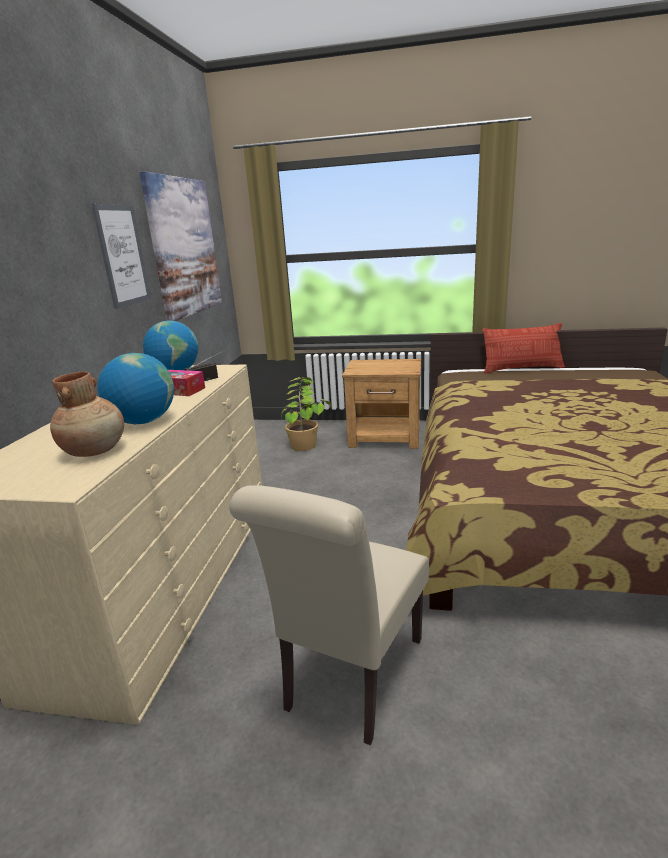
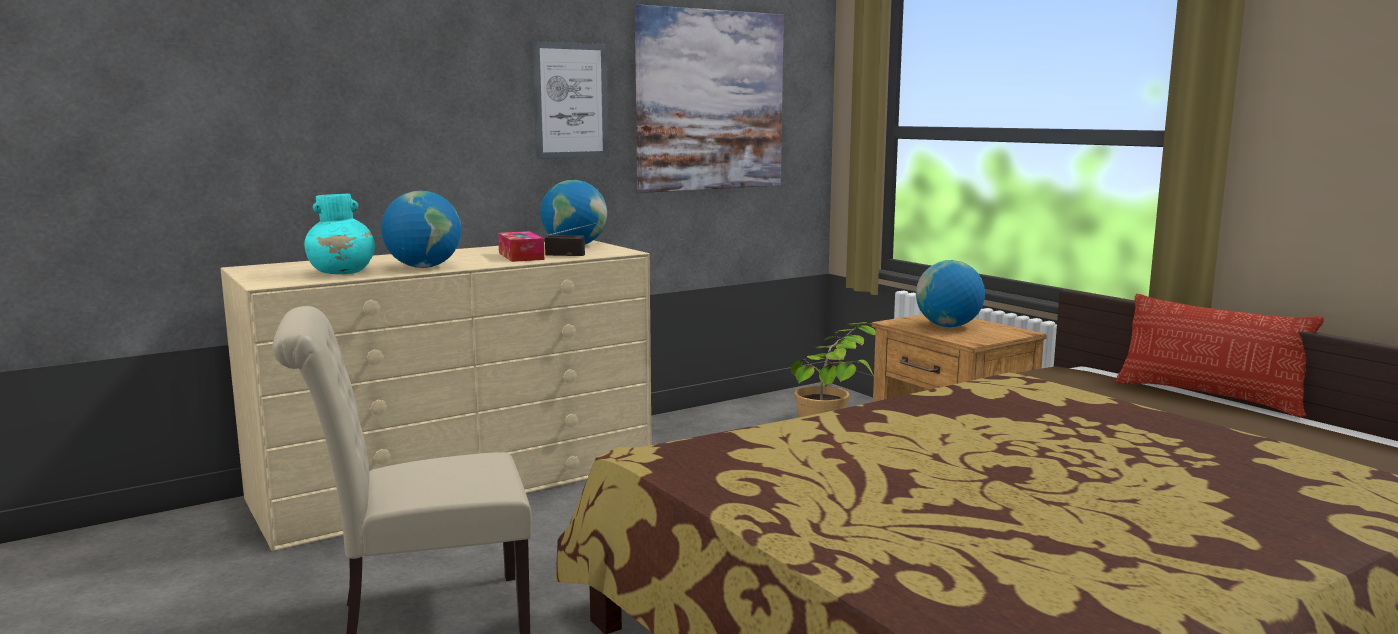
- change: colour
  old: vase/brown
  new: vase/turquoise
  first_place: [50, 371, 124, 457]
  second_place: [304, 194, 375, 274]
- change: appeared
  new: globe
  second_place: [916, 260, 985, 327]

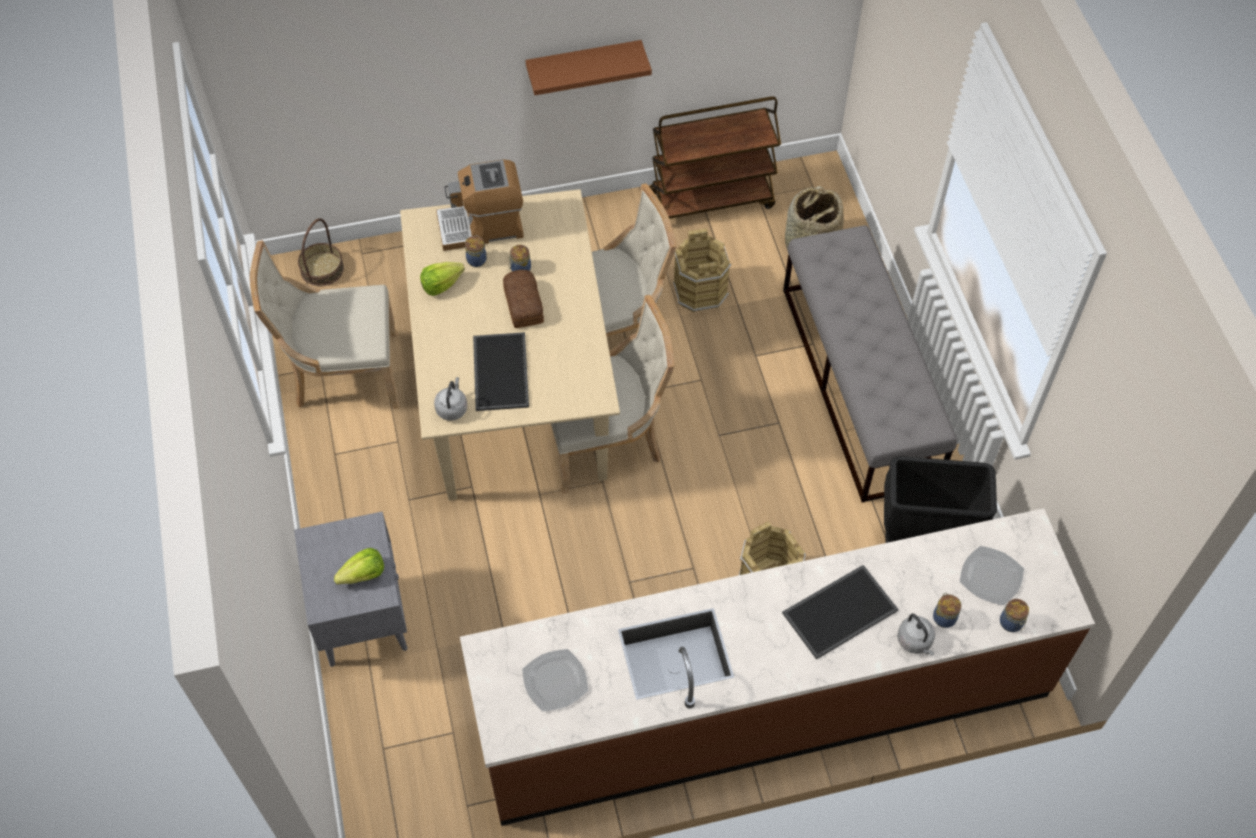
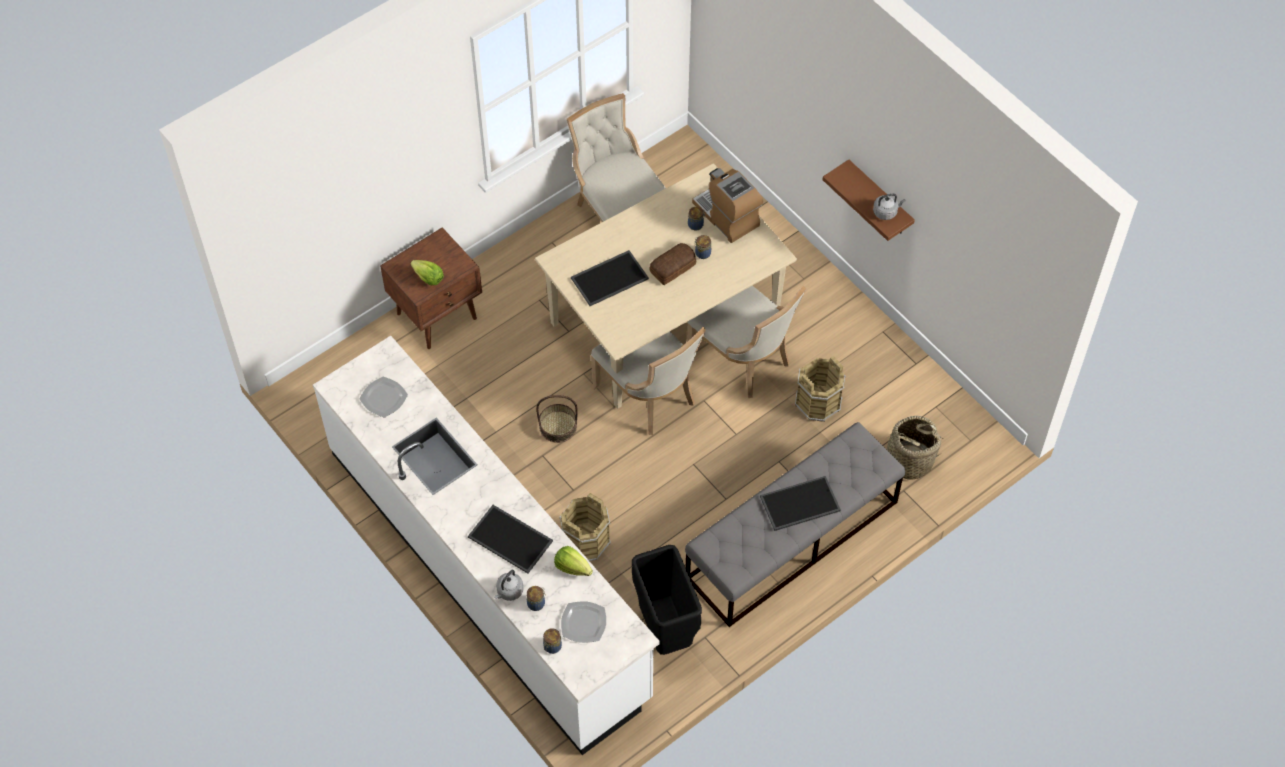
- change: missing
  old: cart/brown
  first_place: [650, 96, 781, 219]
- change: relocated
  old: basket
  first_place: [298, 218, 344, 286]
  second_place: [536, 395, 578, 443]
- change: relocated
  old: lettuce
  first_place: [420, 262, 465, 296]
  second_place: [554, 546, 593, 576]
- change: relocated
  old: kettle/grey
  first_place: [434, 377, 467, 421]
  second_place: [873, 193, 906, 220]
- change: colour
  old: counter/brown
  new: counter/white
  first_place: [460, 508, 1095, 826]
  second_place: [313, 336, 660, 755]
- change: colour
  old: nightstand/grey
  new: nightstand/brown
  first_place: [294, 512, 408, 667]
  second_place: [380, 227, 482, 349]
- change: appeared
  new: tray
  second_place: [760, 476, 841, 531]

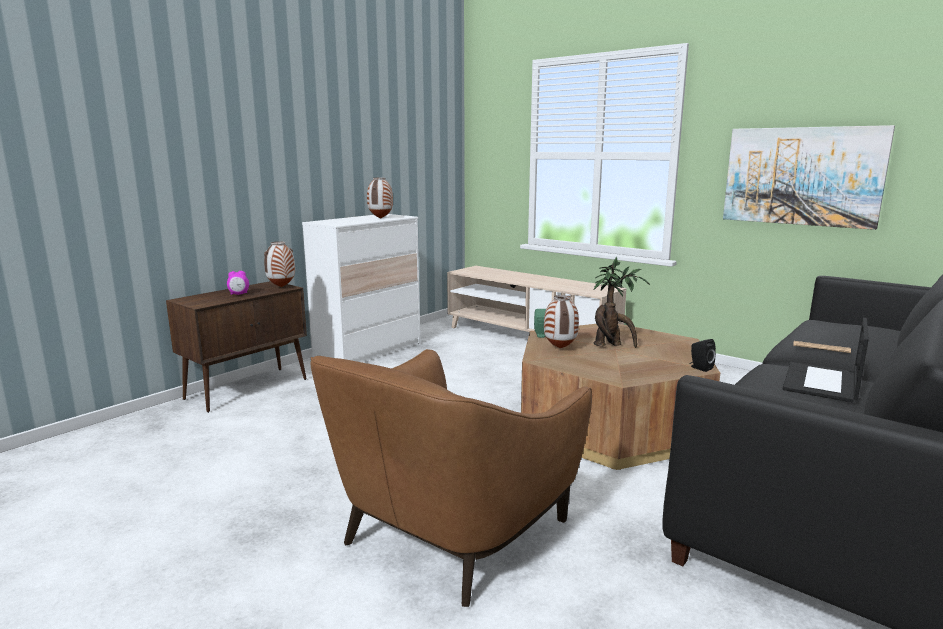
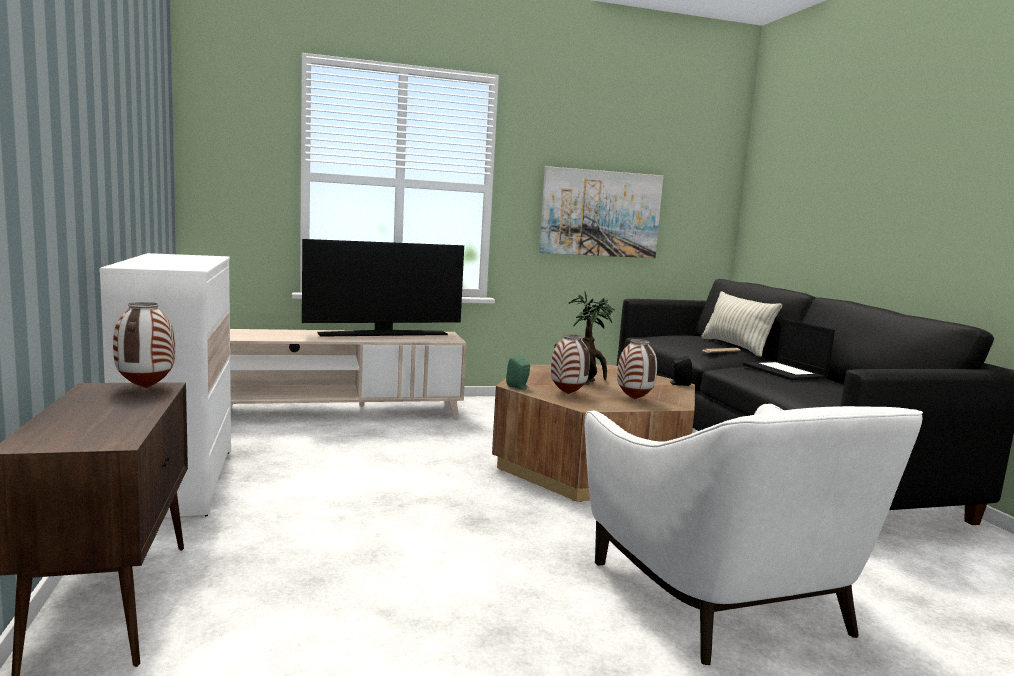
- change: relocated
  old: vase
  first_place: [367, 178, 393, 218]
  second_place: [617, 339, 657, 399]
- change: missing
  old: alarm clock
  first_place: [227, 271, 249, 295]
- change: colour
  old: armchair/brown
  new: armchair/white
  first_place: [311, 349, 592, 607]
  second_place: [584, 404, 923, 665]
- change: appeared
  new: television
  second_place: [302, 239, 464, 337]
- change: appeared
  new: pillow
  second_place: [702, 291, 782, 357]

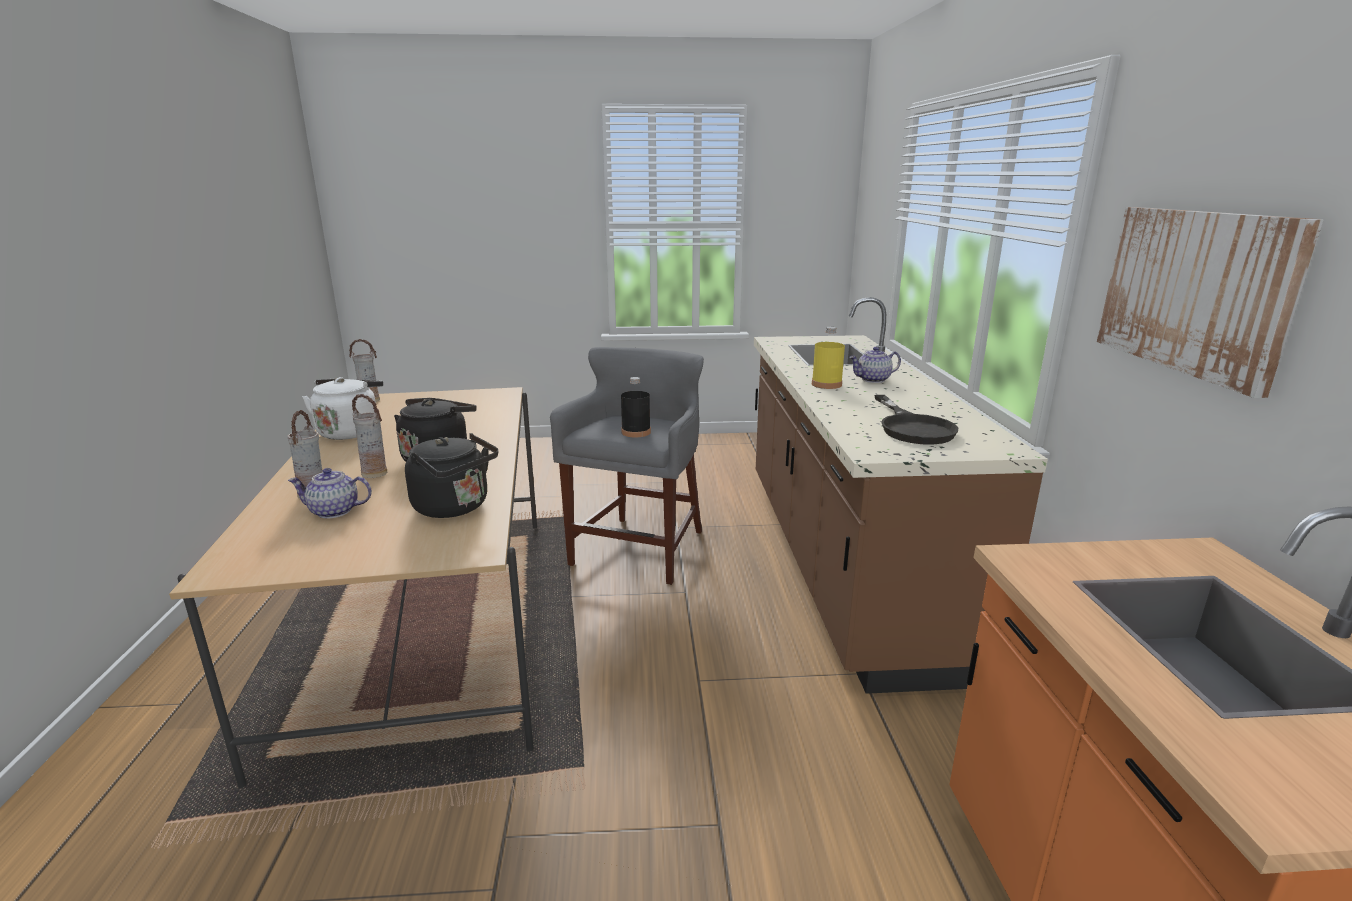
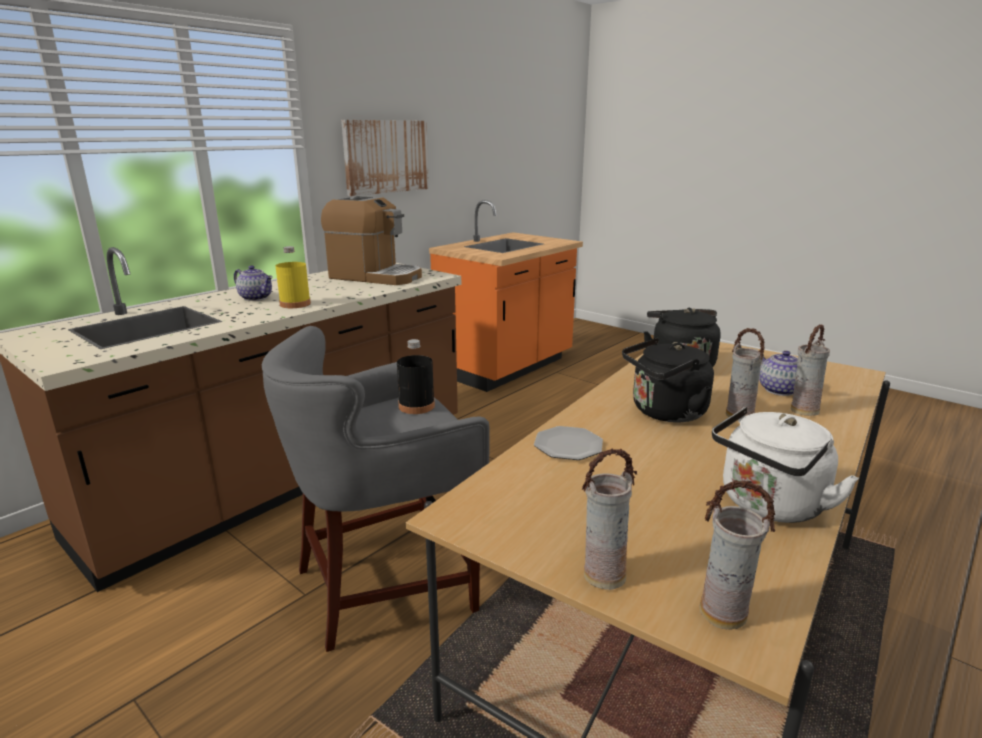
- change: exchanged
  old: frying pan/black
  new: coffee machine
  first_place: [874, 395, 958, 445]
  second_place: [321, 196, 422, 285]
- change: appeared
  new: plate
  second_place: [534, 426, 603, 460]
- change: appeared
  new: vase
  second_place: [582, 449, 637, 590]

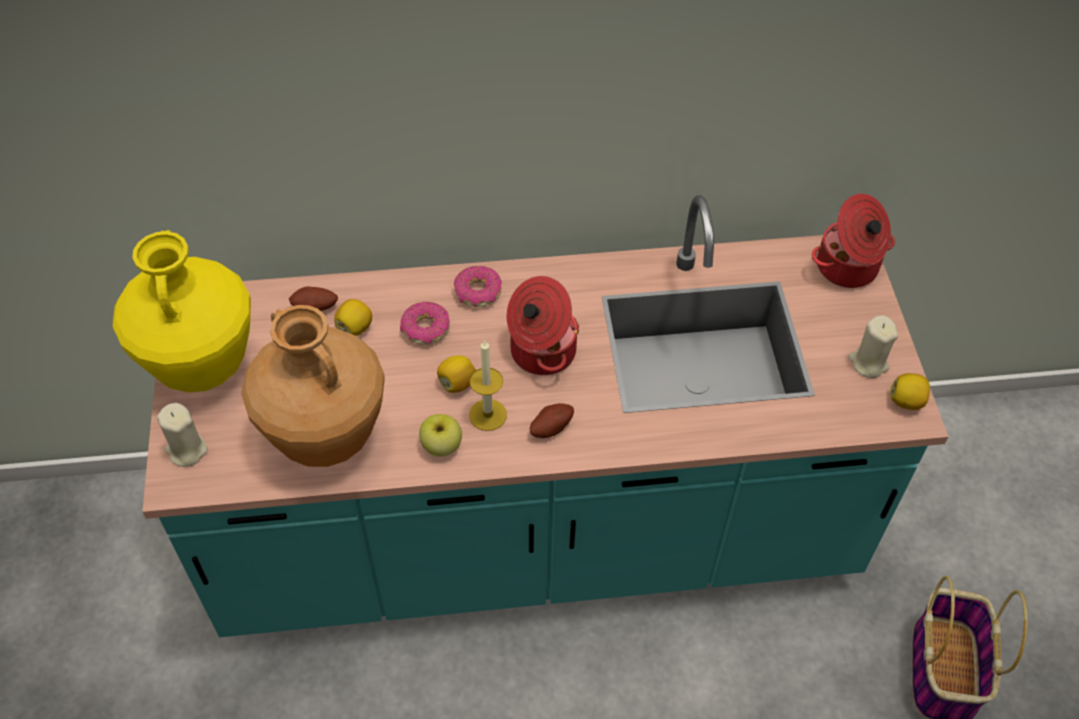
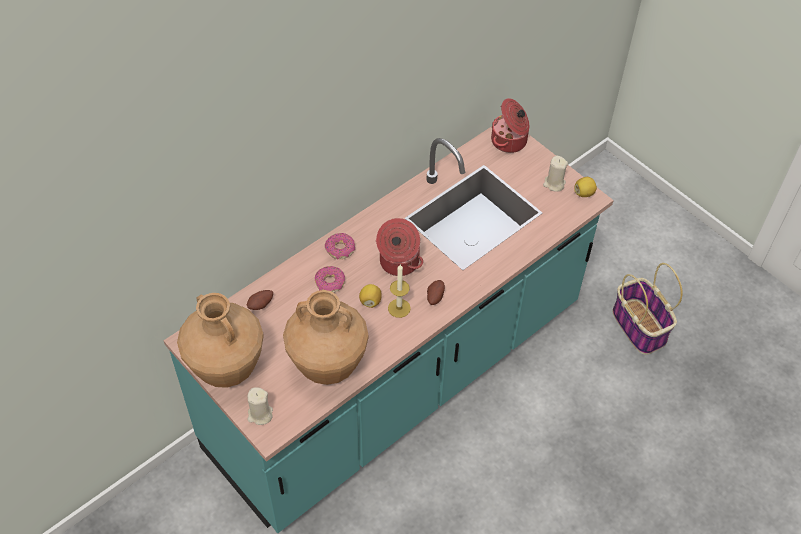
- change: colour
  old: vase/yellow
  new: vase/brown
  first_place: [113, 230, 251, 392]
  second_place: [177, 293, 264, 388]
- change: missing
  old: lemon
  first_place: [335, 299, 372, 336]
- change: missing
  old: apple
  first_place: [419, 414, 462, 457]

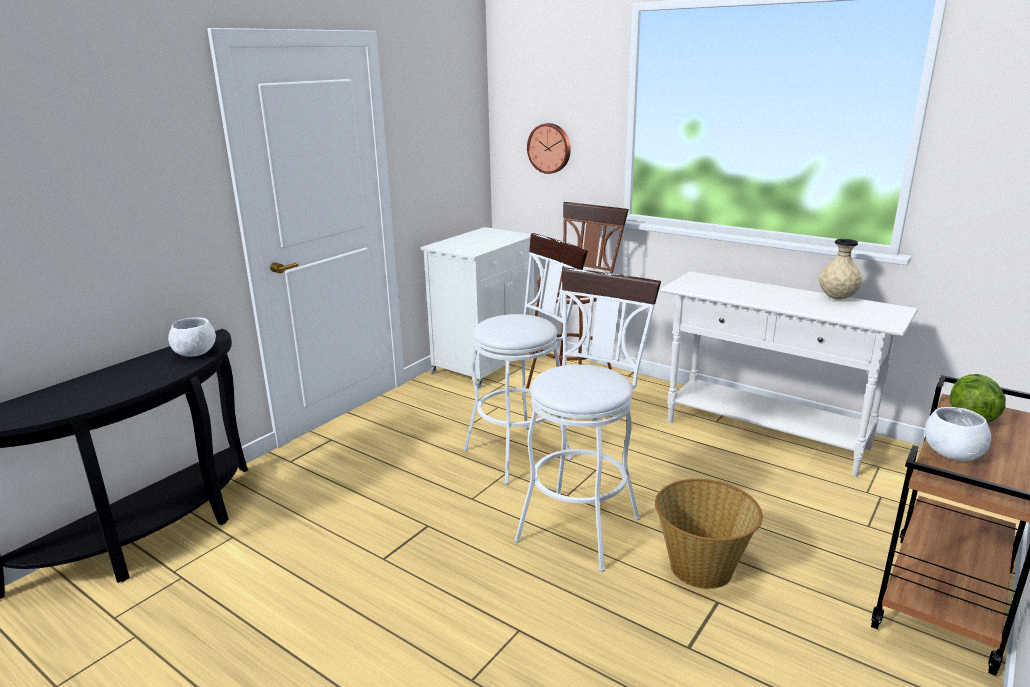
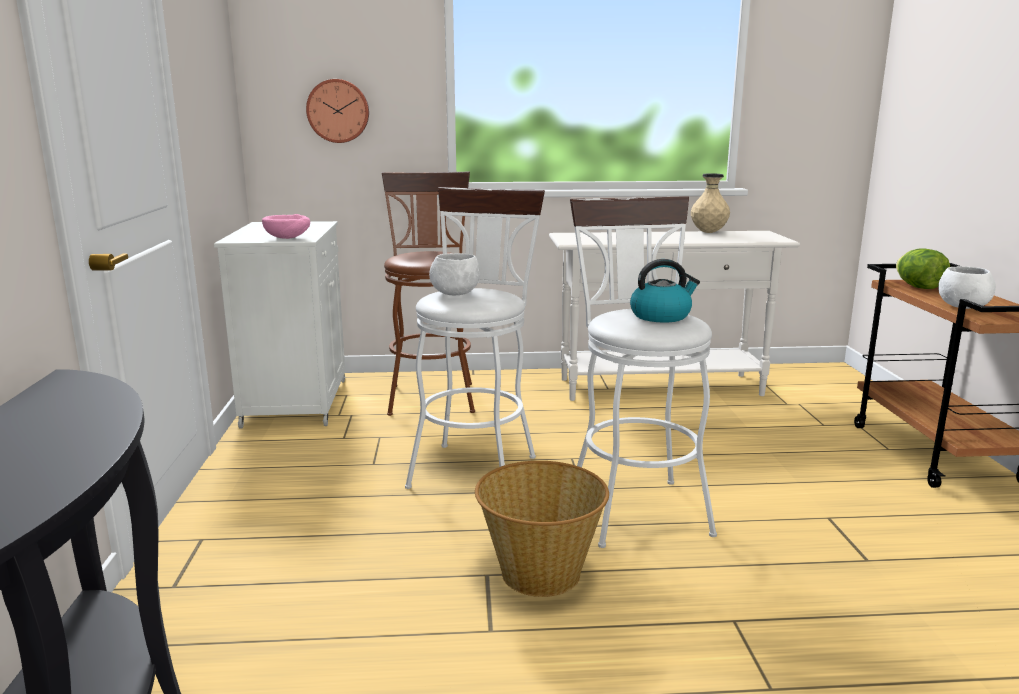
- change: relocated
  old: bowl/white
  first_place: [168, 318, 216, 357]
  second_place: [429, 253, 480, 295]
- change: relocated
  old: basket
  first_place: [655, 479, 763, 589]
  second_place: [475, 461, 609, 597]
- change: appeared
  new: bowl/pink
  second_place: [262, 214, 310, 239]
- change: appeared
  new: kettle
  second_place: [630, 259, 700, 323]

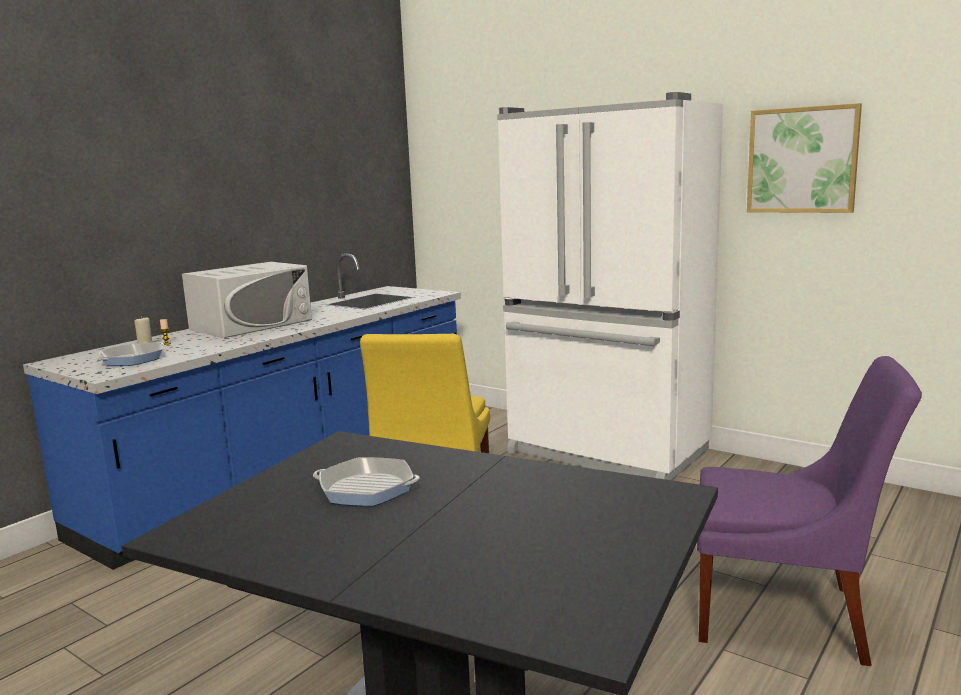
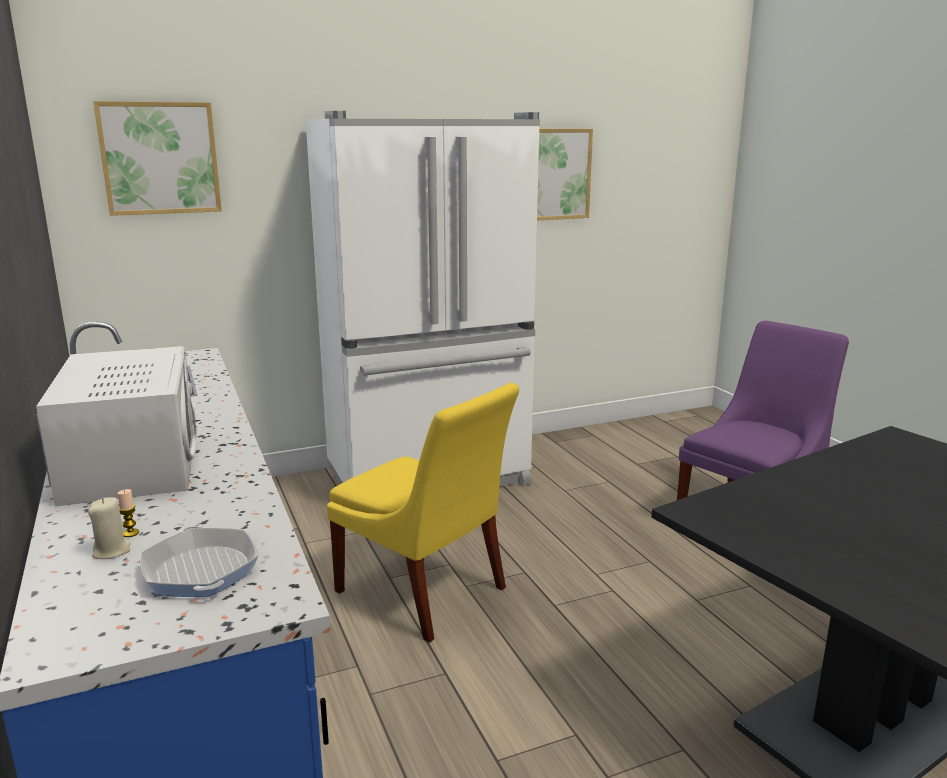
- change: missing
  old: frying pan
  first_place: [313, 457, 420, 506]
- change: appeared
  new: picture
  second_place: [93, 101, 222, 216]

